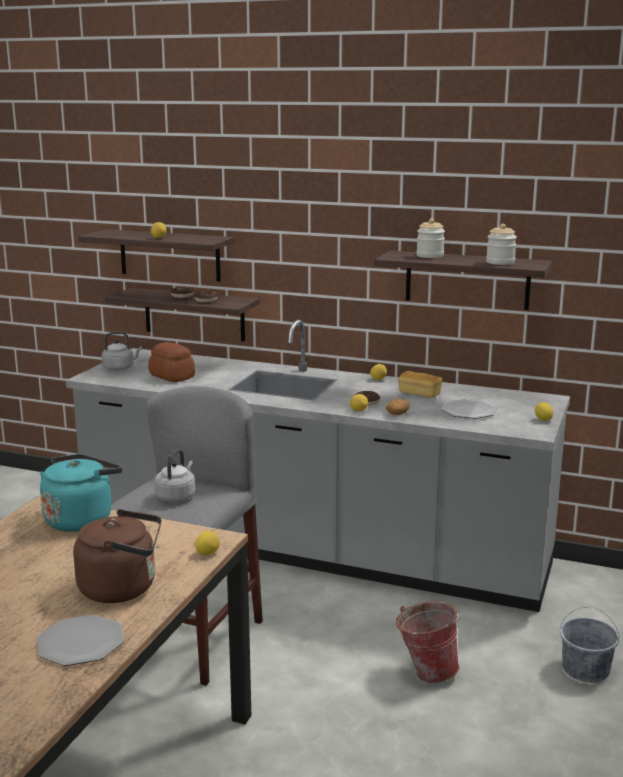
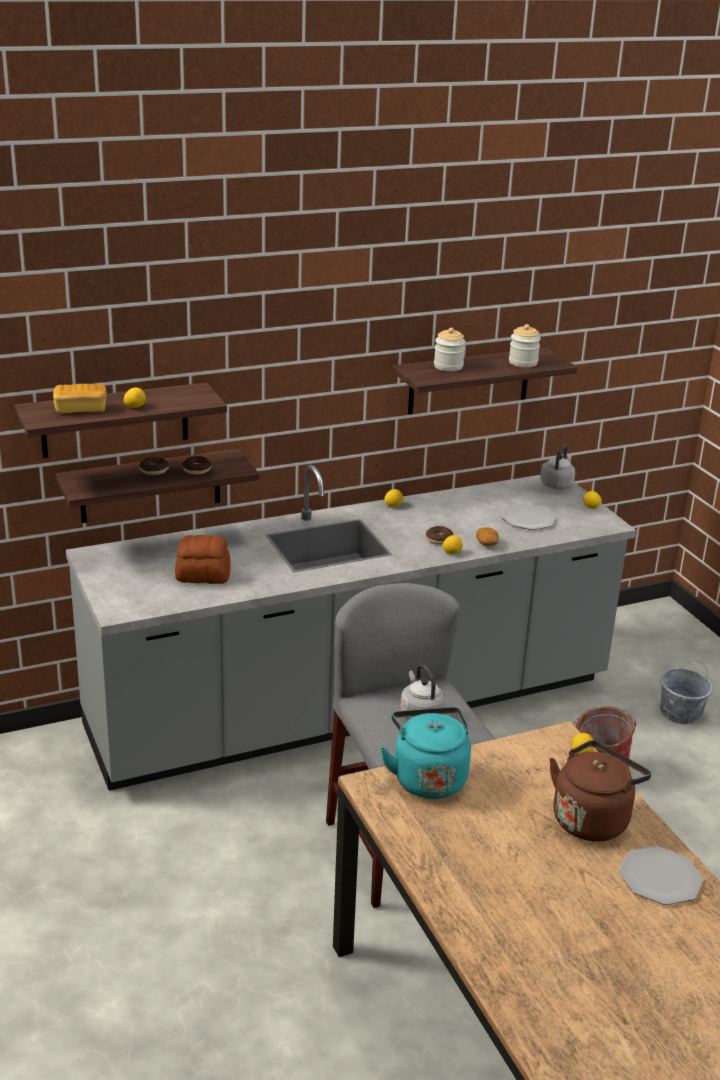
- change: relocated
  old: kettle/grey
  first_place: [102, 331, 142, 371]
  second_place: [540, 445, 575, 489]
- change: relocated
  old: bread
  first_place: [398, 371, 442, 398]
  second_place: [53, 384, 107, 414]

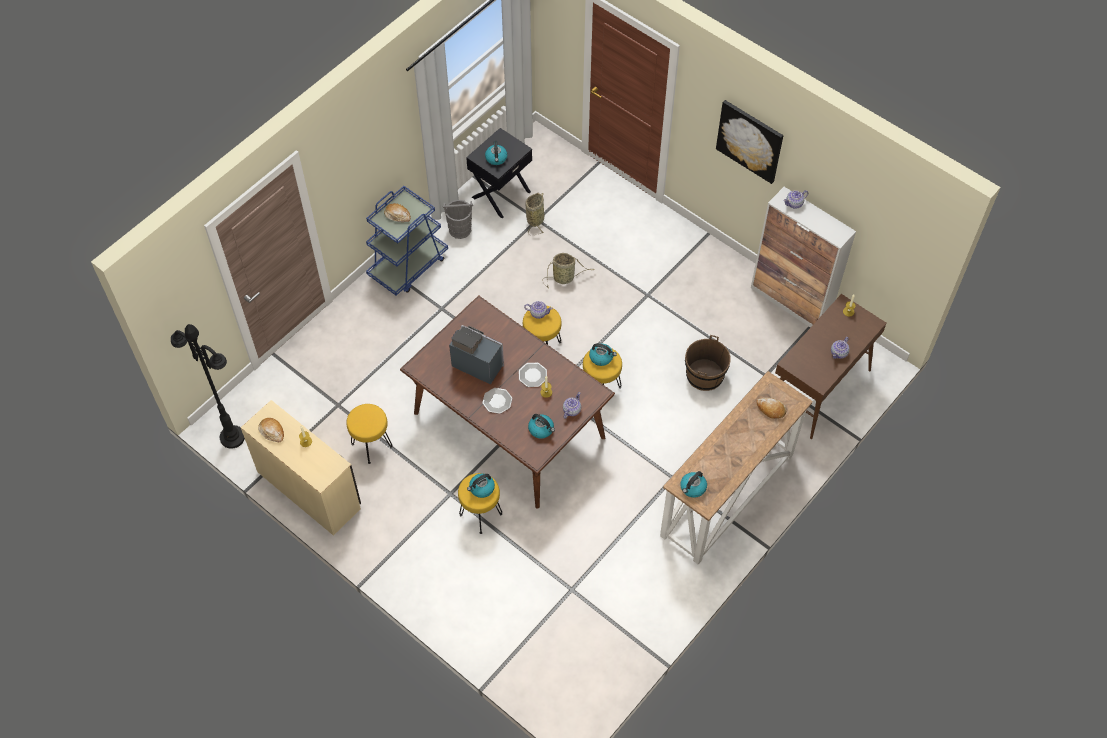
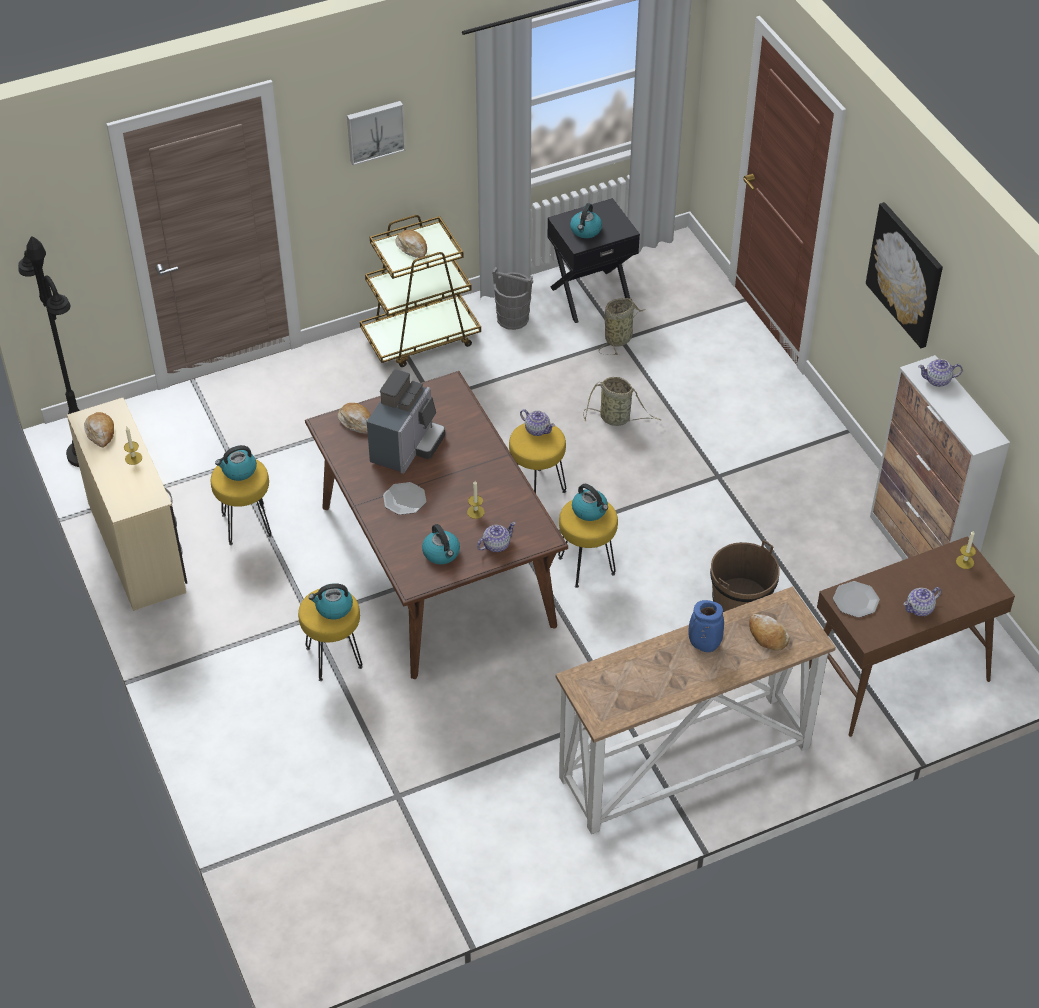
- change: colour
  old: cart/blue
  new: cart/brown
  first_place: [366, 186, 448, 296]
  second_place: [360, 215, 481, 367]
- change: spun
  old: coffee machine
  first_place: [449, 325, 504, 385]
  second_place: [367, 369, 445, 474]
  degrees: 60
- change: relocated
  old: plate
  first_place: [519, 363, 547, 387]
  second_place: [833, 581, 880, 617]
- change: relocated
  old: kettle
  first_place: [680, 471, 707, 498]
  second_place: [215, 445, 257, 481]
- change: appeared
  new: picture
  second_place: [347, 101, 406, 165]
- change: appeared
  new: bread
  second_place: [338, 403, 371, 434]
- change: appeared
  new: vase/blue
  second_place: [688, 600, 724, 652]

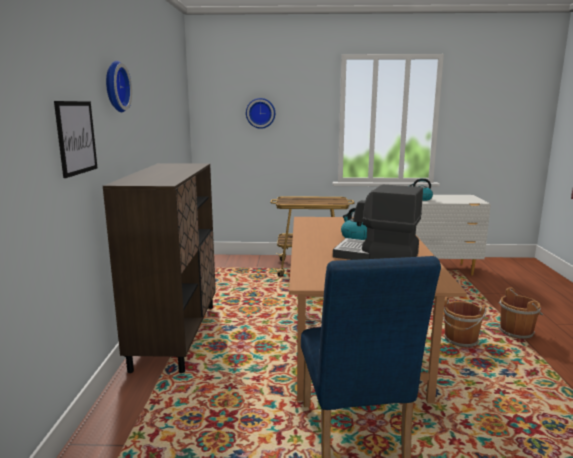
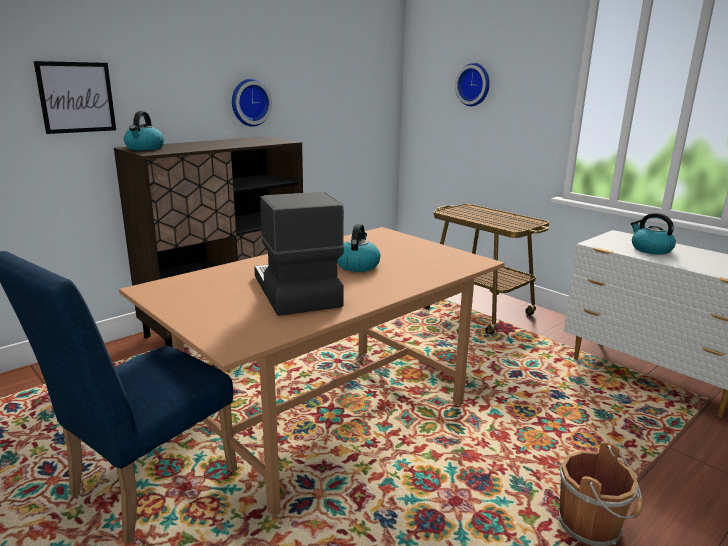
- change: relocated
  old: wall clock
  first_place: [106, 61, 132, 112]
  second_place: [232, 79, 272, 127]
- change: missing
  old: bucket/brown
  first_place: [443, 297, 486, 347]
- change: appeared
  new: kettle
  second_place: [124, 111, 164, 150]

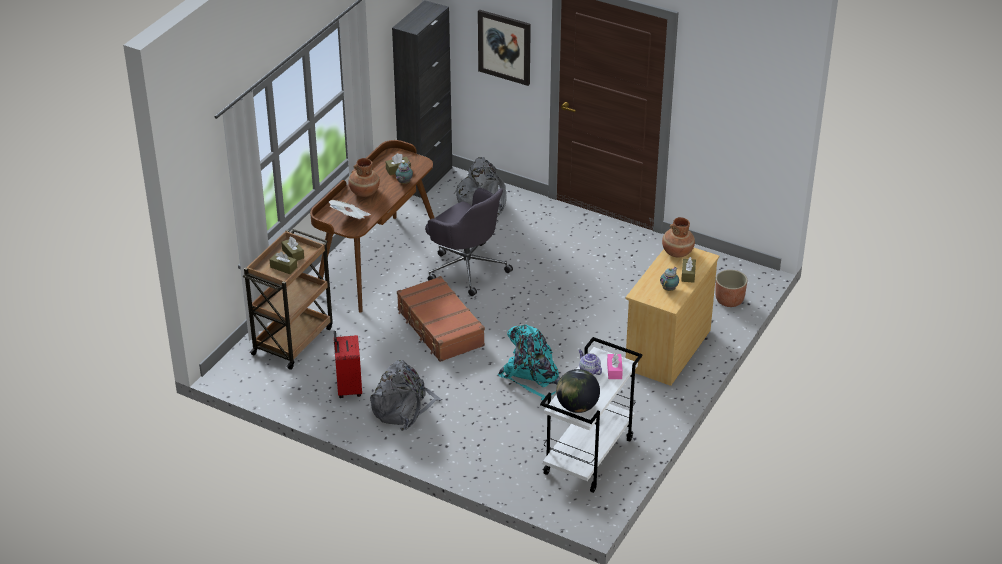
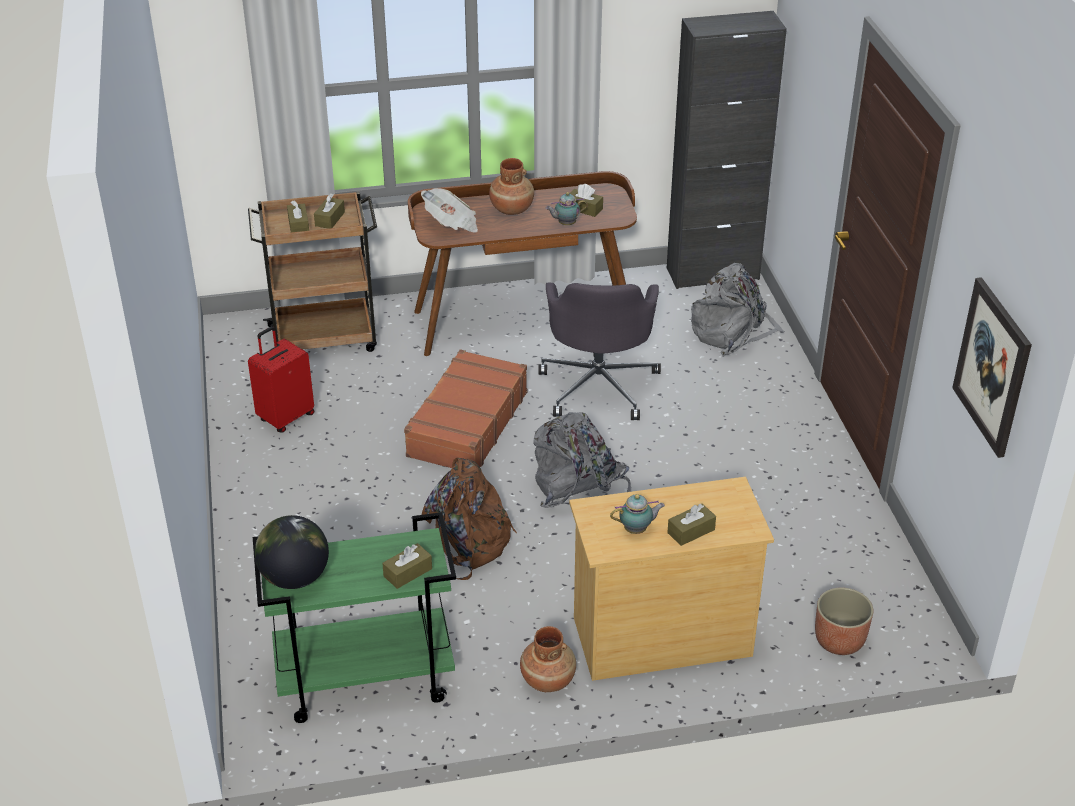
- change: relocated
  old: picture
  first_place: [478, 9, 531, 86]
  second_place: [952, 277, 1032, 458]
- change: relocated
  old: vase/brown
  first_place: [662, 217, 695, 257]
  second_place: [520, 626, 576, 692]
- change: colour
  old: backpack/turquoise
  new: backpack/brown
  first_place: [498, 324, 560, 401]
  second_place: [422, 458, 517, 580]
- change: colour
  old: cart/white
  new: cart/green
  first_place: [540, 337, 642, 493]
  second_place: [253, 512, 456, 723]
- change: missing
  old: teapot
  first_place: [579, 350, 602, 375]
- change: colour
  old: tissue box/pink
  new: tissue box/brown
  first_place: [607, 352, 623, 379]
  second_place: [382, 543, 432, 589]
- change: relocated
  old: backpack/grey
  first_place: [370, 360, 442, 431]
  second_place: [533, 412, 631, 508]

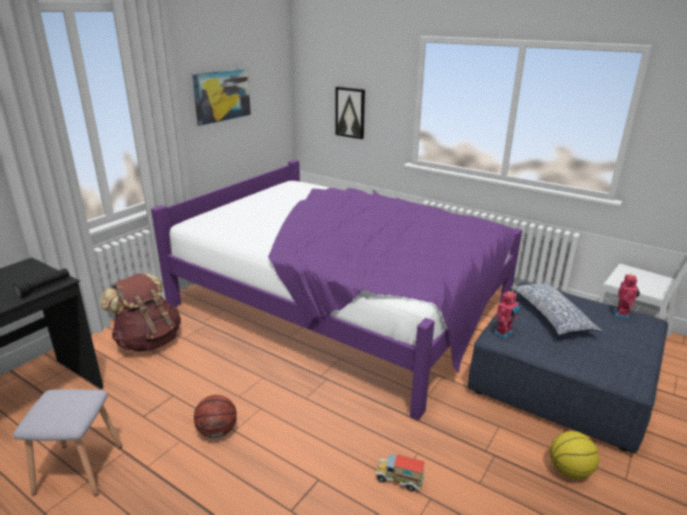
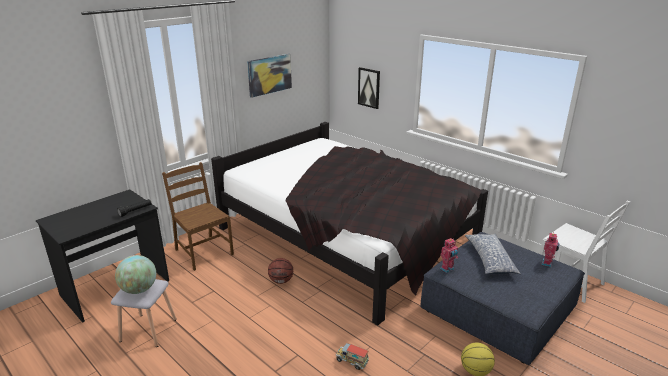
- change: colour
  old: bed/purple
  new: bed/black
  first_place: [151, 160, 522, 420]
  second_place: [211, 122, 488, 326]
- change: exchanged
  old: backpack/brown
  new: chair/brown
  first_place: [100, 273, 181, 352]
  second_place: [162, 162, 234, 271]
- change: relocated
  old: basketball
  first_place: [194, 395, 237, 438]
  second_place: [268, 258, 293, 284]
- change: appeared
  new: globe
  second_place: [115, 255, 156, 294]

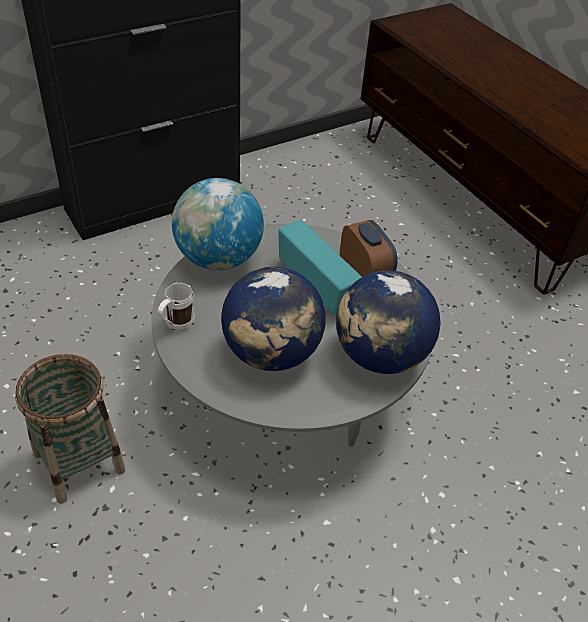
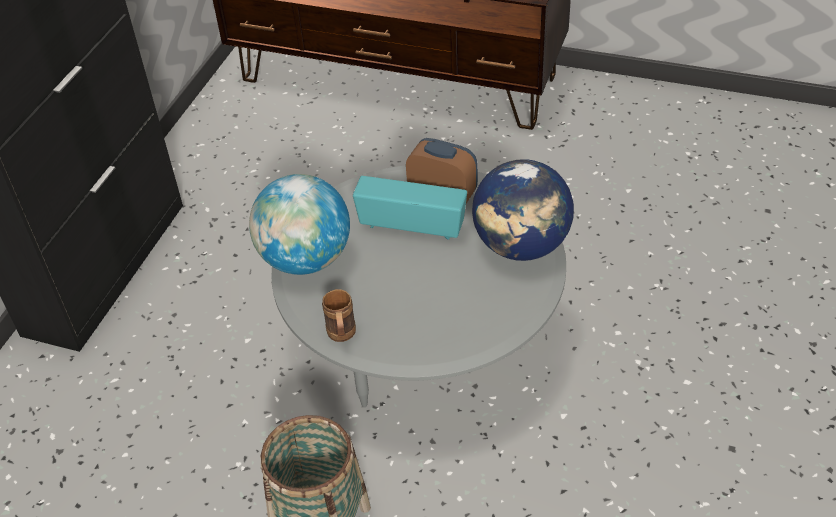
- change: missing
  old: globe
  first_place: [221, 267, 326, 371]
- change: colour
  old: mug/white
  new: mug/brown
  first_place: [157, 283, 195, 332]
  second_place: [322, 289, 356, 342]

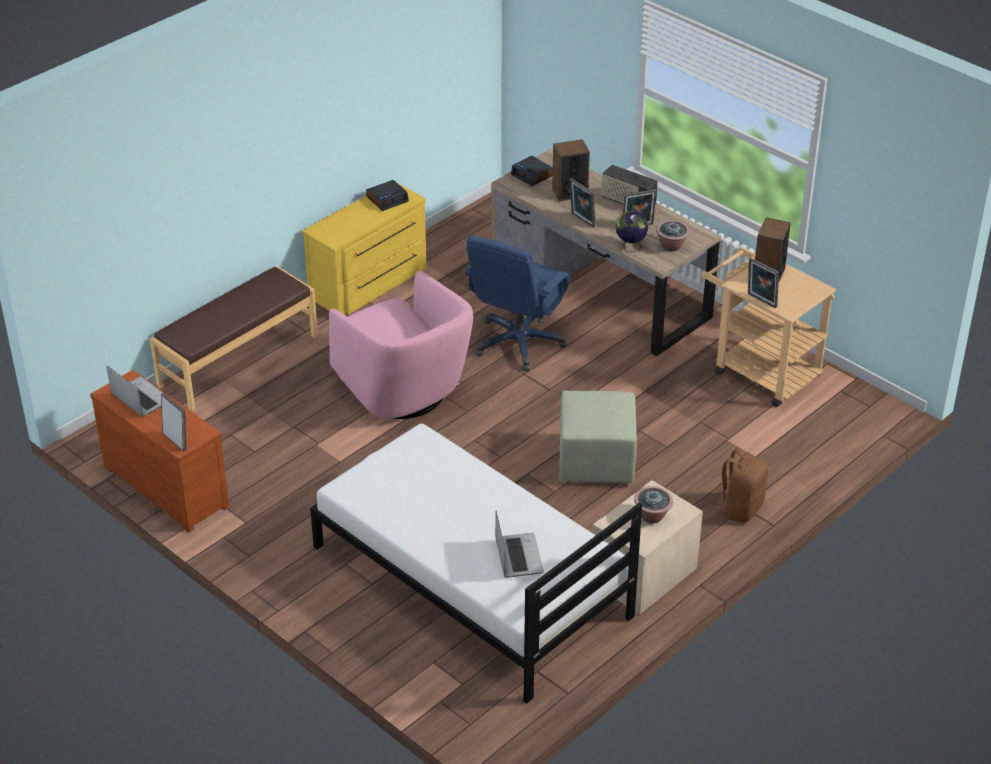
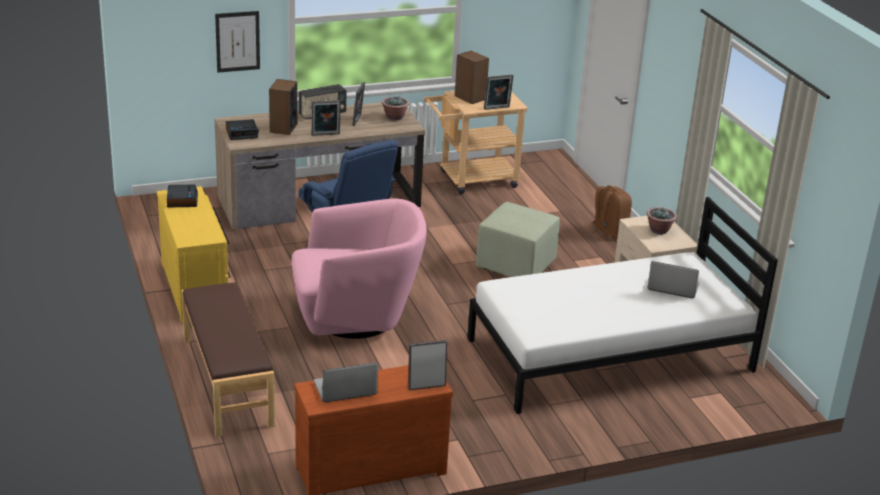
- change: missing
  old: globe
  first_place: [616, 210, 648, 252]
- change: appeared
  new: picture
  second_place: [215, 11, 260, 73]

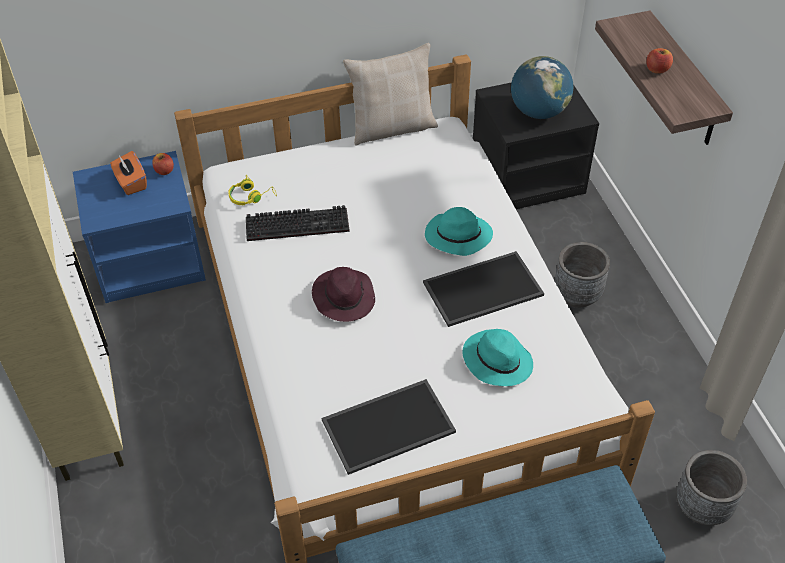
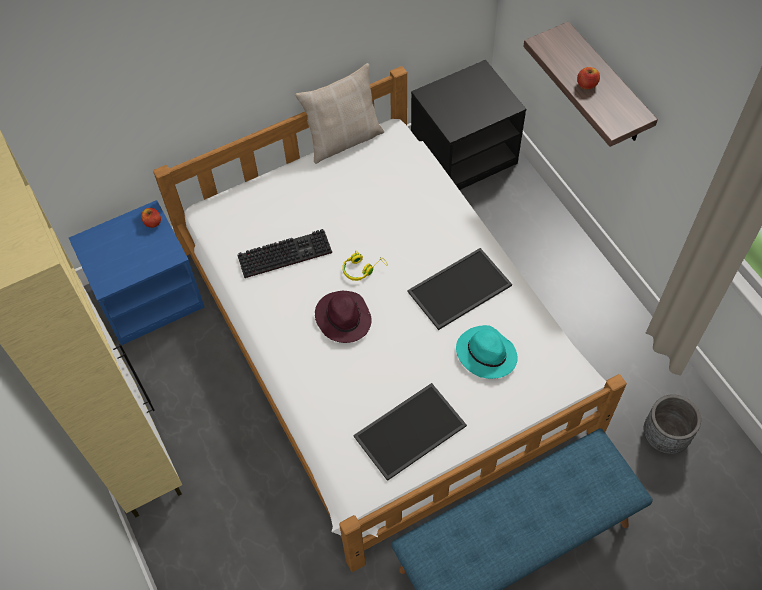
- change: missing
  old: globe
  first_place: [511, 56, 573, 119]
- change: missing
  old: tissue box/orange
  first_place: [110, 151, 147, 195]
- change: relocated
  old: headphones/yellow
  first_place: [228, 175, 277, 205]
  second_place: [342, 251, 388, 281]
- change: missing
  old: hat/turquoise
  first_place: [425, 207, 493, 256]
- change: missing
  old: planter/grey
  first_place: [555, 242, 610, 308]

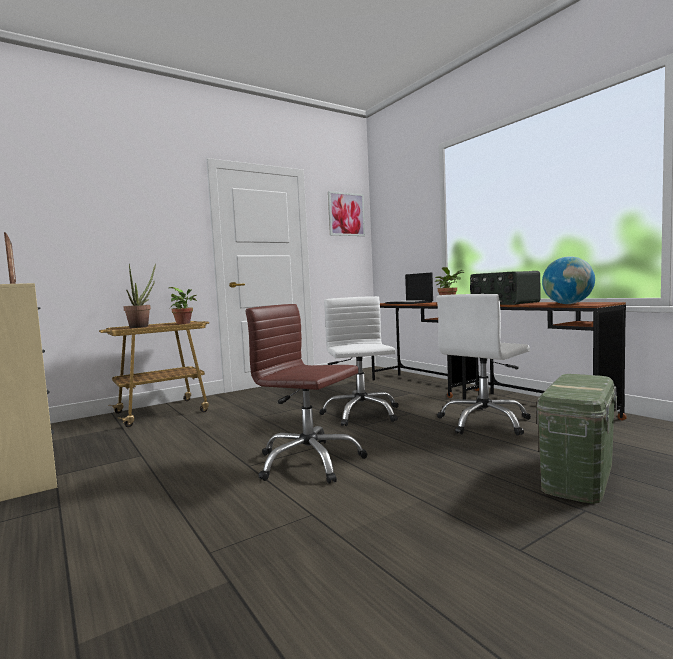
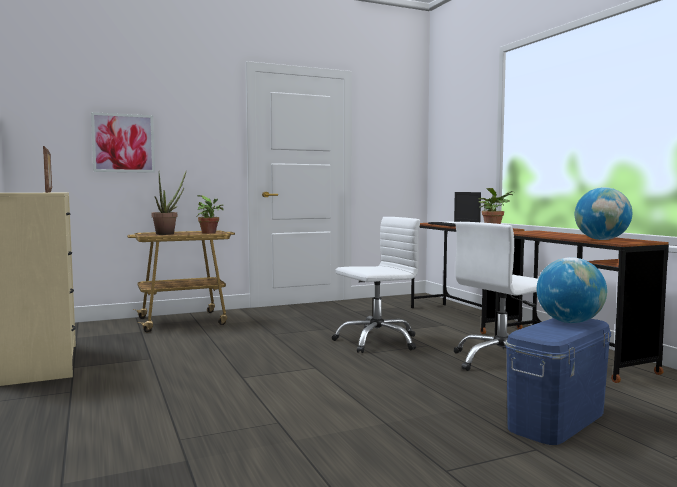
- change: relocated
  old: picture
  first_place: [328, 191, 365, 236]
  second_place: [91, 112, 155, 173]
- change: missing
  old: radio
  first_place: [470, 271, 540, 305]
- change: spun
  old: office chair/white
  first_place: [319, 296, 399, 426]
  second_place: [332, 217, 420, 353]
  degrees: 60
- change: missing
  old: office chair/brown
  first_place: [246, 304, 368, 484]
- change: colour
  old: storage box/green
  new: storage box/blue
  first_place: [536, 374, 617, 504]
  second_place: [505, 318, 611, 445]
- change: appeared
  new: globe
  second_place: [537, 257, 607, 323]

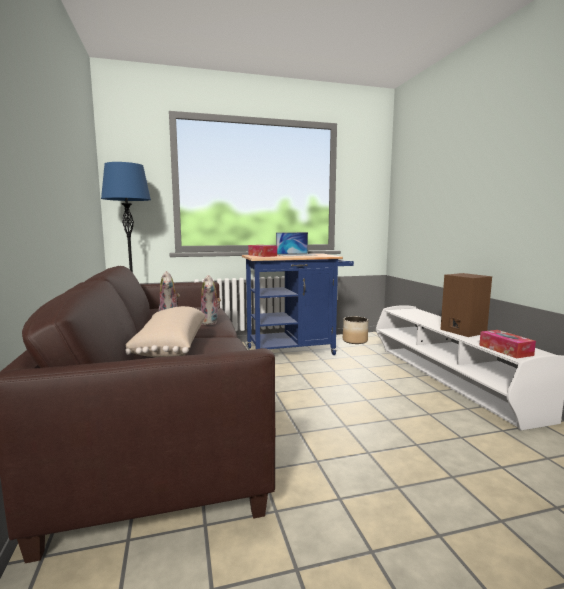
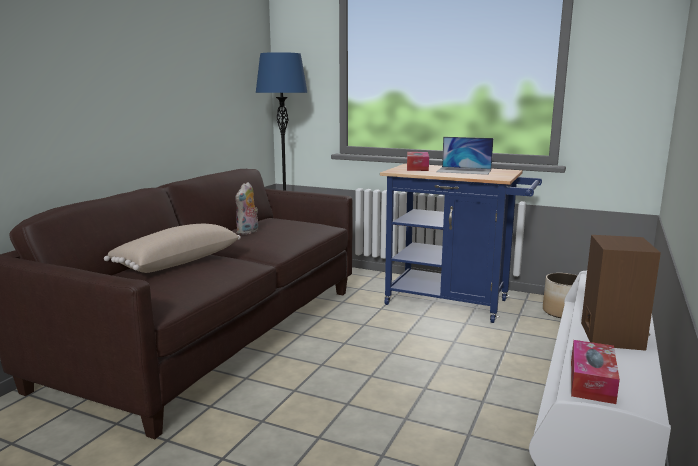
- change: missing
  old: plush toy
  first_place: [200, 275, 221, 325]

